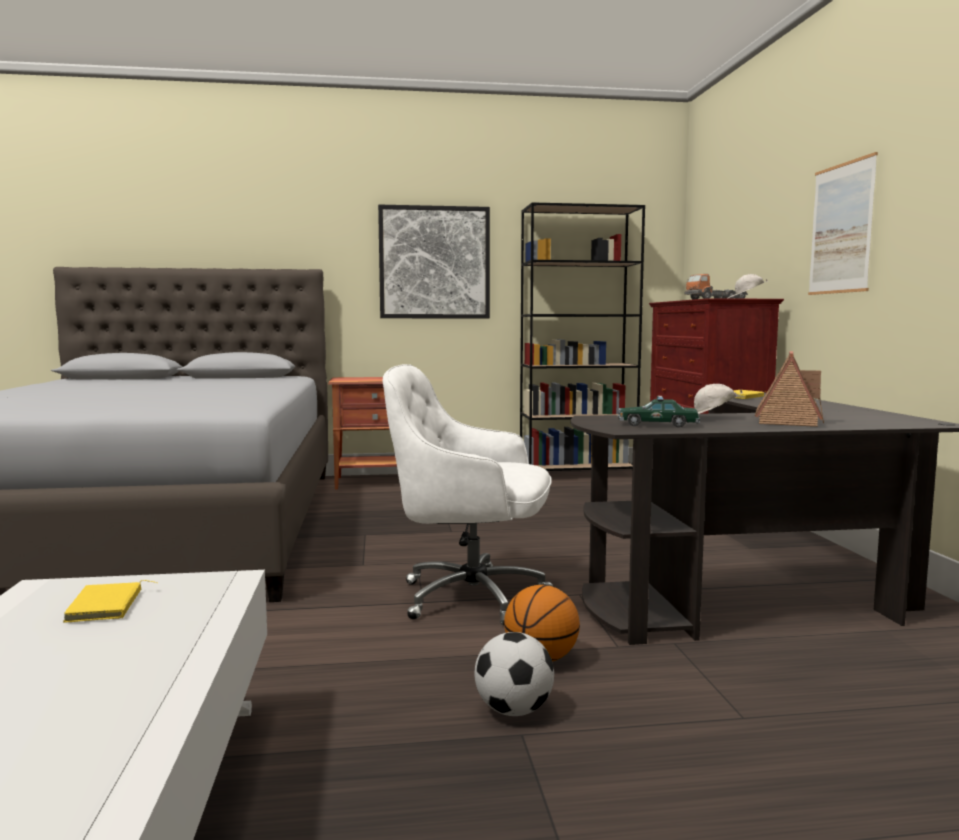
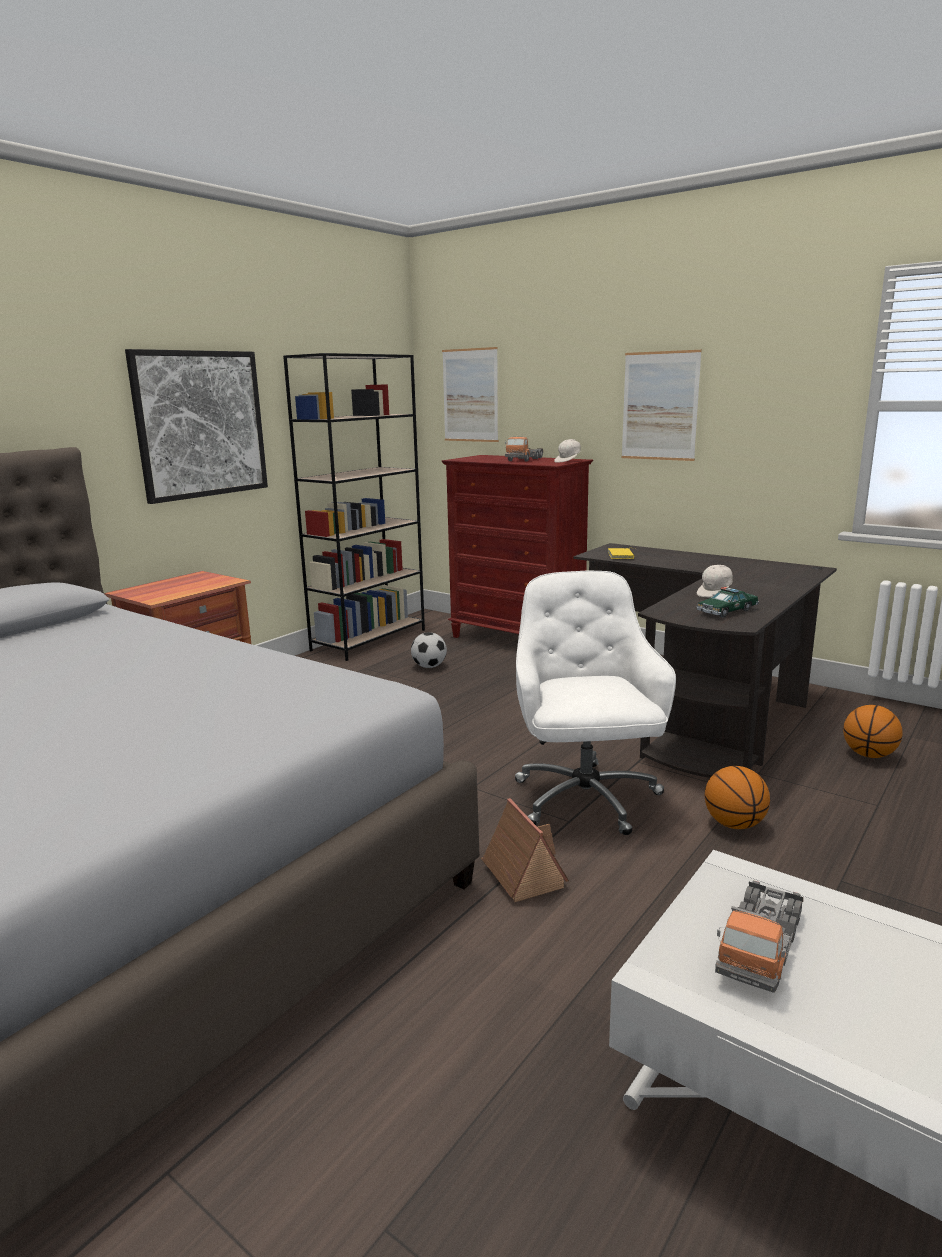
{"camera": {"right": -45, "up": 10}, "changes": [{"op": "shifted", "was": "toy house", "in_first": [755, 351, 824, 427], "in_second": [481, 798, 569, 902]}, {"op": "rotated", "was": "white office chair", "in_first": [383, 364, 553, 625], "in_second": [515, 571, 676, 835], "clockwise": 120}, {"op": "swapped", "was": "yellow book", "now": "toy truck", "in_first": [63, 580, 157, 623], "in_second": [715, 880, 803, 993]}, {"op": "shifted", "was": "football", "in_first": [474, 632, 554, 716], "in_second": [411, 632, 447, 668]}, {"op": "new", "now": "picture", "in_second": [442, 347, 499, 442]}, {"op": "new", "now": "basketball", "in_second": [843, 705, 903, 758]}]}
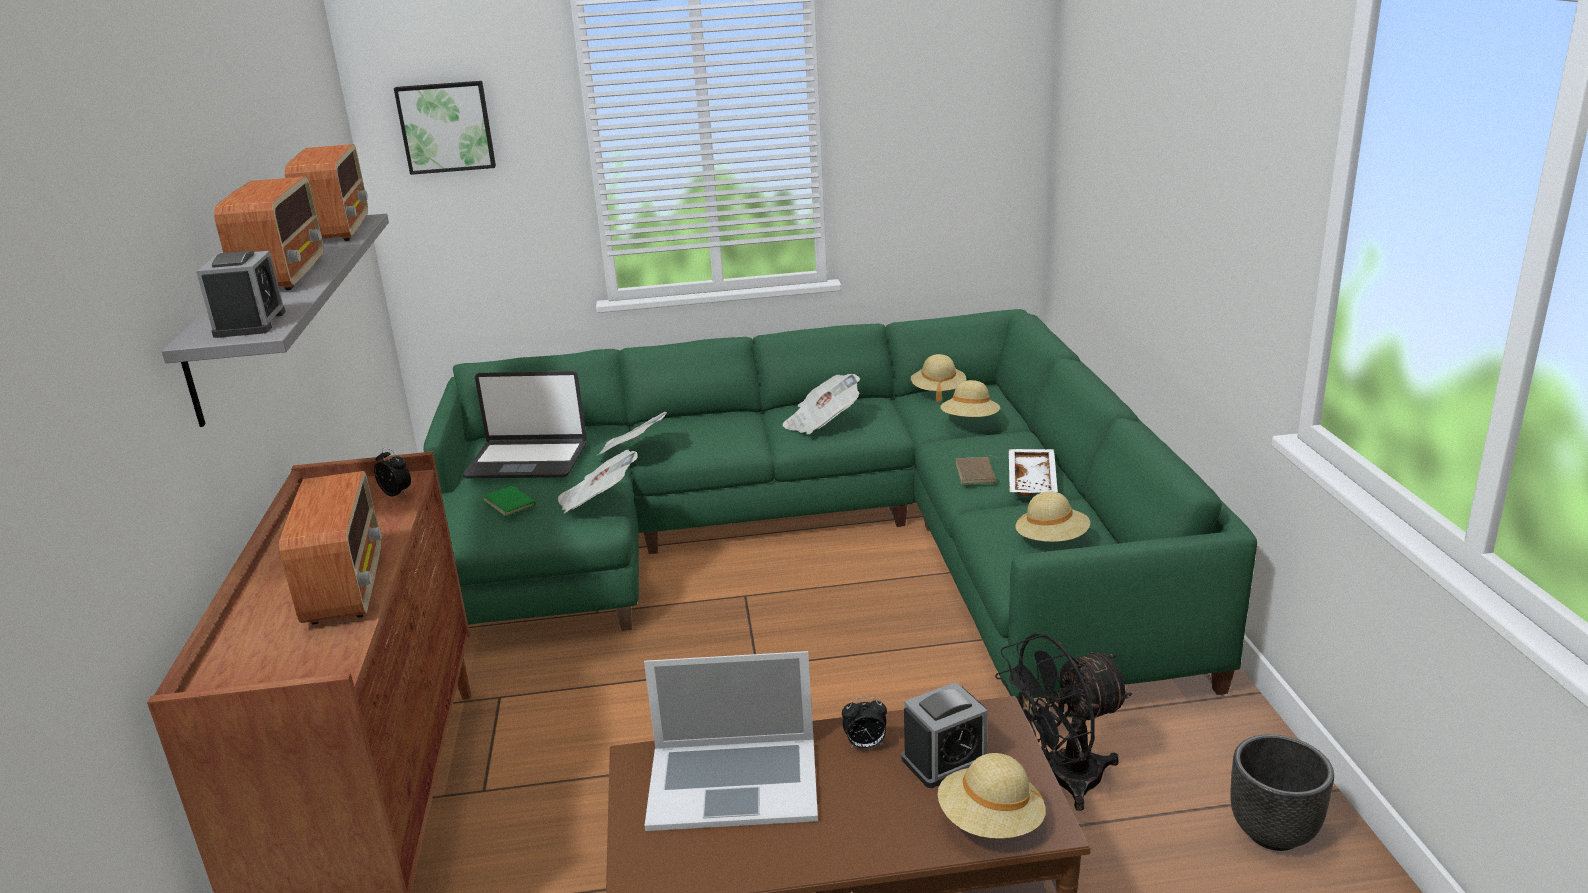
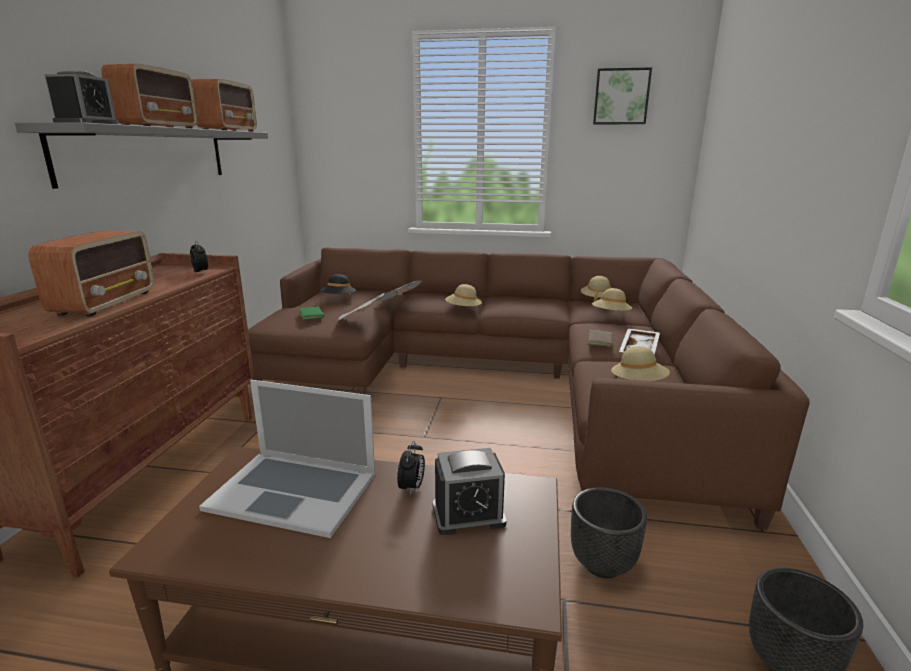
{"camera": {"right": 15, "up": -5}, "changes": [{"op": "shifted", "was": "picture", "in_first": [394, 81, 496, 175], "in_second": [593, 67, 652, 124]}, {"op": "repainted", "was": "green sofa", "now": "brown sofa", "in_first": [423, 309, 1257, 700], "in_second": [248, 247, 810, 530]}, {"op": "swapped", "was": "laptop", "now": "black hat", "in_first": [463, 371, 587, 478], "in_second": [320, 274, 356, 295]}, {"op": "gone", "was": "newspaper", "in_first": [783, 374, 860, 434]}, {"op": "swapped", "was": "black fan", "now": "black planter", "in_first": [995, 633, 1132, 811], "in_second": [571, 487, 647, 578]}, {"op": "rotated", "was": "alarm clock", "in_first": [842, 697, 887, 749], "in_second": [397, 441, 425, 495], "clockwise": -90}, {"op": "shifted", "was": "beige hat", "in_first": [938, 753, 1046, 839], "in_second": [445, 284, 482, 306]}]}
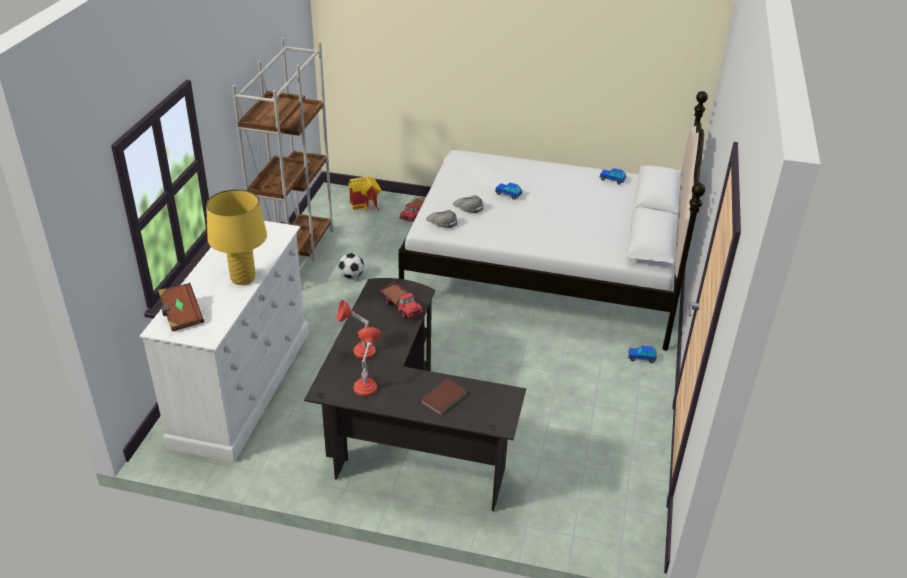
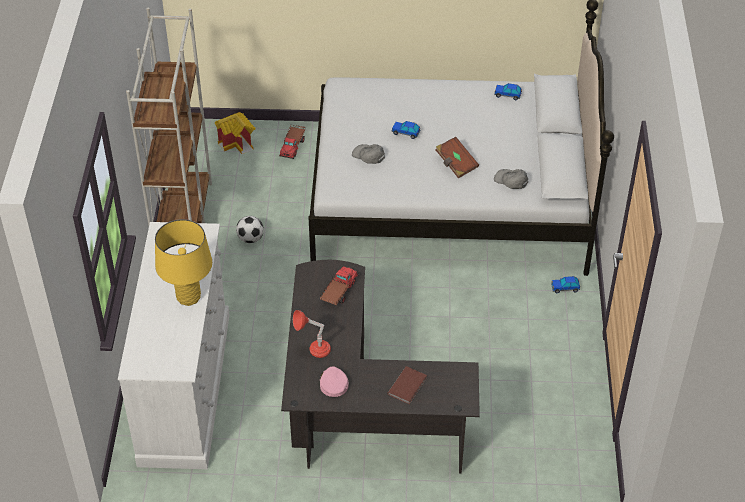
{"camera": {"right": -10, "up": 10}, "changes": [{"op": "shifted", "was": "grey cap", "in_first": [426, 210, 457, 228], "in_second": [494, 169, 528, 189]}, {"op": "rotated", "was": "toy truck", "in_first": [380, 281, 424, 319], "in_second": [320, 266, 359, 305], "clockwise": -105}, {"op": "shifted", "was": "brown book", "in_first": [158, 283, 204, 331], "in_second": [435, 137, 479, 178]}, {"op": "swapped", "was": "red table lamp", "now": "pink cap", "in_first": [354, 327, 381, 397], "in_second": [320, 366, 349, 397]}]}
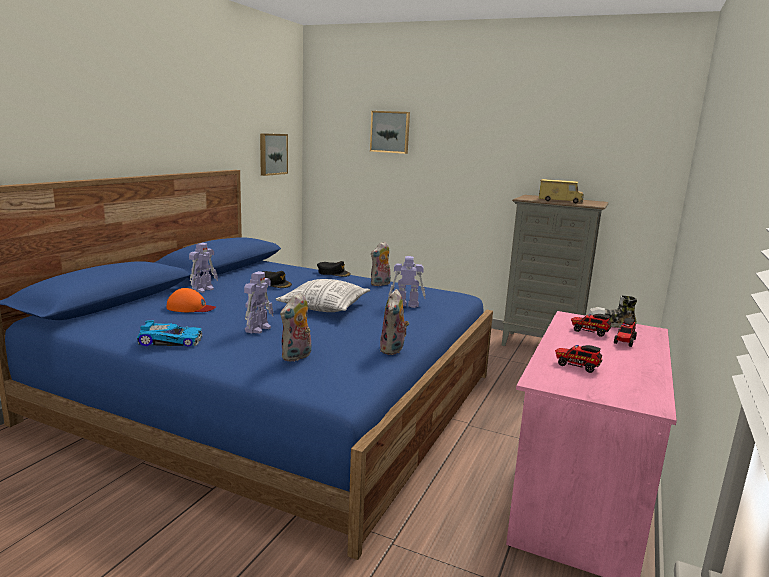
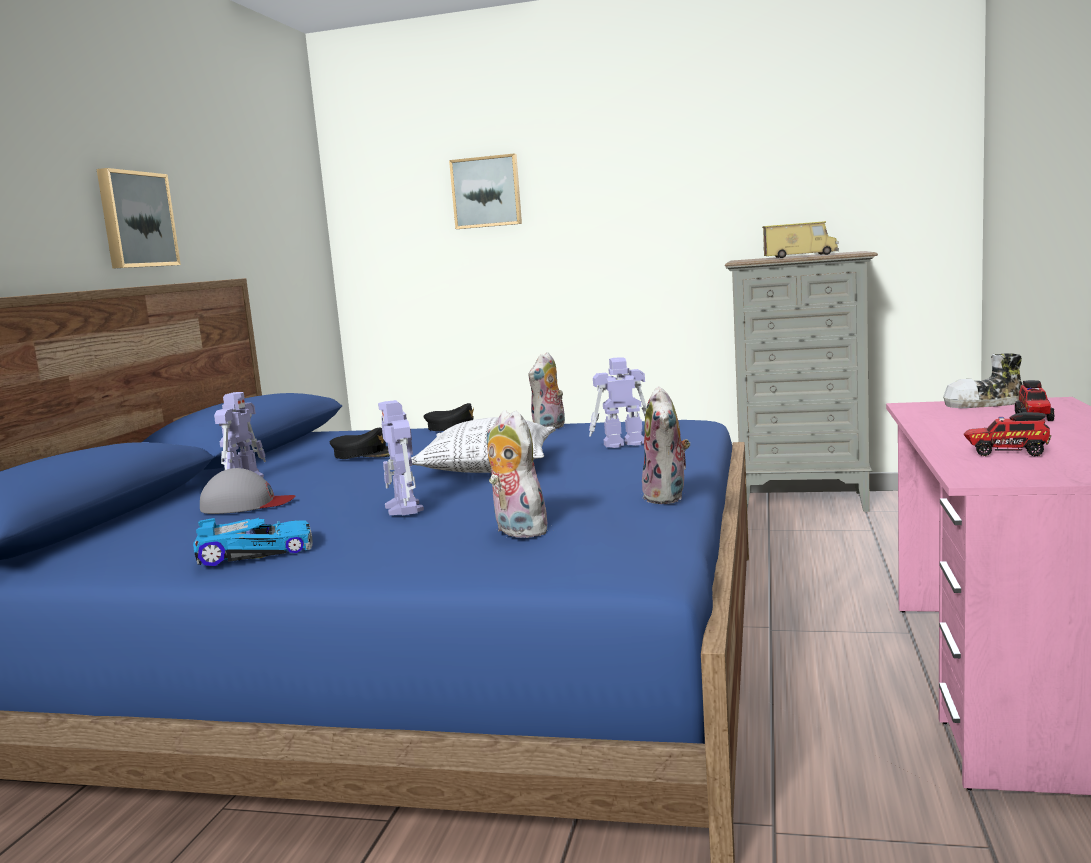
{"camera": {"right": -10, "up": -5}, "changes": [{"op": "shifted", "was": "picture", "in_first": [260, 133, 288, 176], "in_second": [97, 168, 181, 269]}, {"op": "rotated", "was": "toy robot", "in_first": [244, 271, 274, 333], "in_second": [378, 400, 424, 515], "clockwise": 150}, {"op": "repainted", "was": "orange cap", "now": "grey cap", "in_first": [167, 288, 216, 312], "in_second": [200, 468, 295, 514]}, {"op": "rotated", "was": "plush toy", "in_first": [280, 292, 311, 362], "in_second": [487, 410, 548, 538], "clockwise": 120}, {"op": "gone", "was": "toy truck", "in_first": [571, 314, 611, 337]}]}
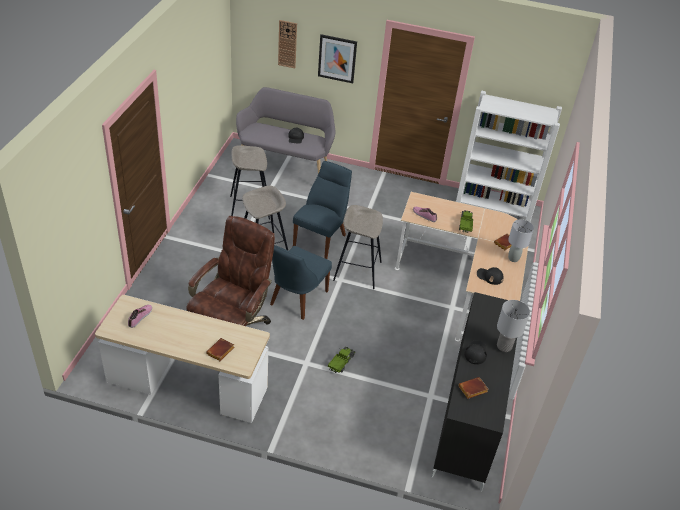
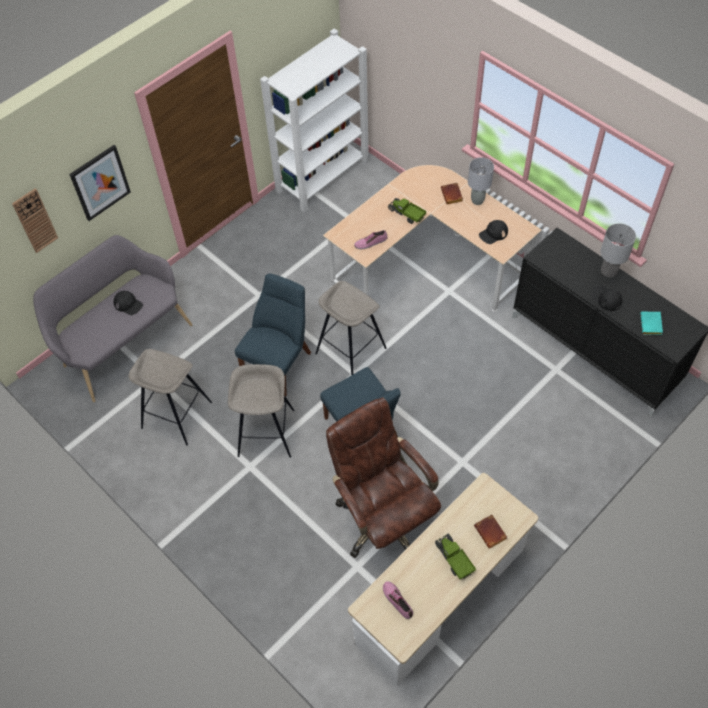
{"camera": {"right": -55, "up": 15}, "changes": [{"op": "rotated", "was": "blue chair", "in_first": [293, 161, 352, 259], "in_second": [235, 273, 311, 397], "clockwise": 60}, {"op": "shifted", "was": "toy truck", "in_first": [328, 347, 355, 373], "in_second": [435, 534, 476, 580]}, {"op": "repainted", "was": "brown book", "now": "turquoise book", "in_first": [458, 377, 489, 399], "in_second": [640, 312, 663, 335]}]}
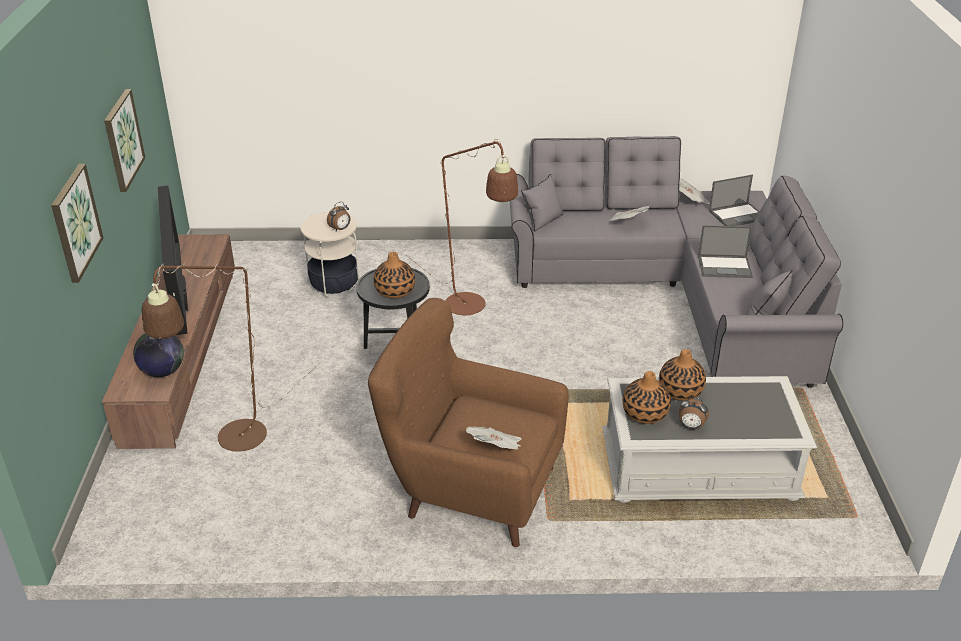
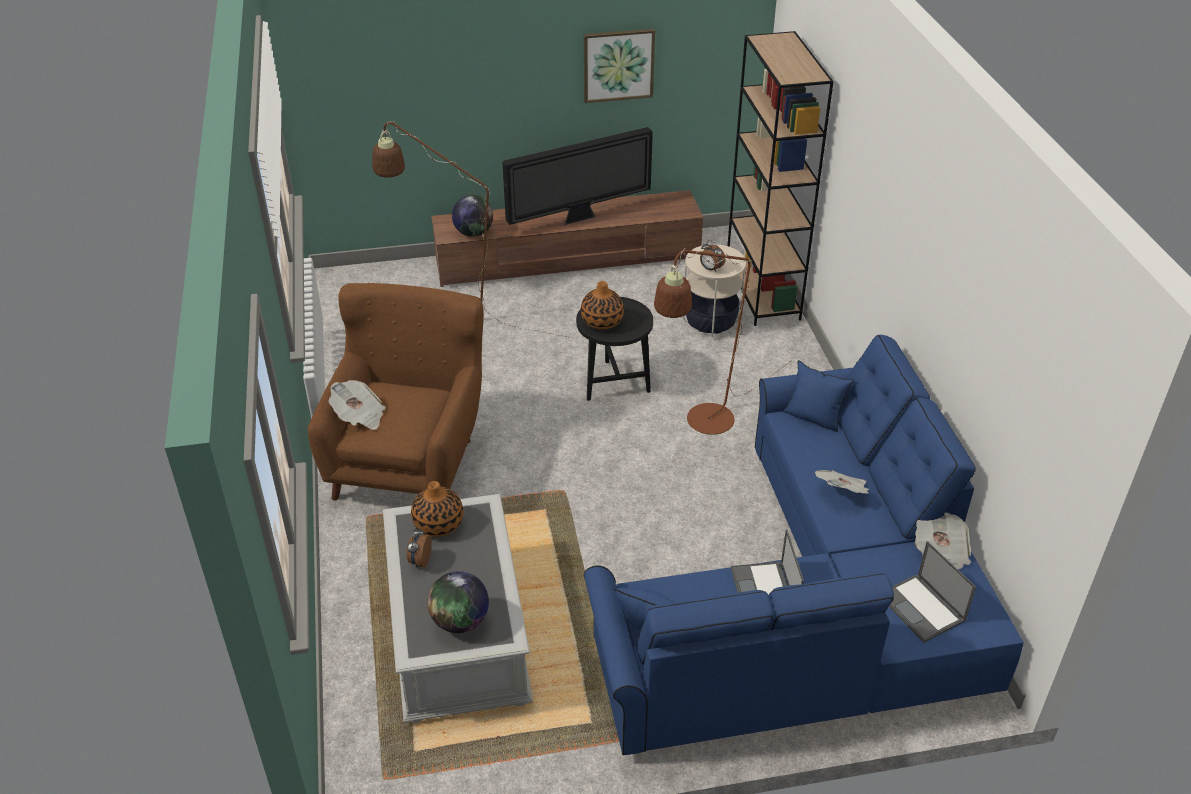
{"camera": {"right": 80, "up": 5}, "changes": [{"op": "repainted", "was": "grey sofa", "now": "blue sofa", "in_first": [510, 136, 843, 388], "in_second": [584, 335, 1024, 755]}, {"op": "gone", "was": "picture", "in_first": [51, 164, 103, 283]}, {"op": "gone", "was": "vase", "in_first": [659, 349, 706, 401]}, {"op": "new", "now": "beige bookcase", "in_second": [727, 31, 834, 326]}, {"op": "new", "now": "globe", "in_second": [427, 571, 489, 633]}]}
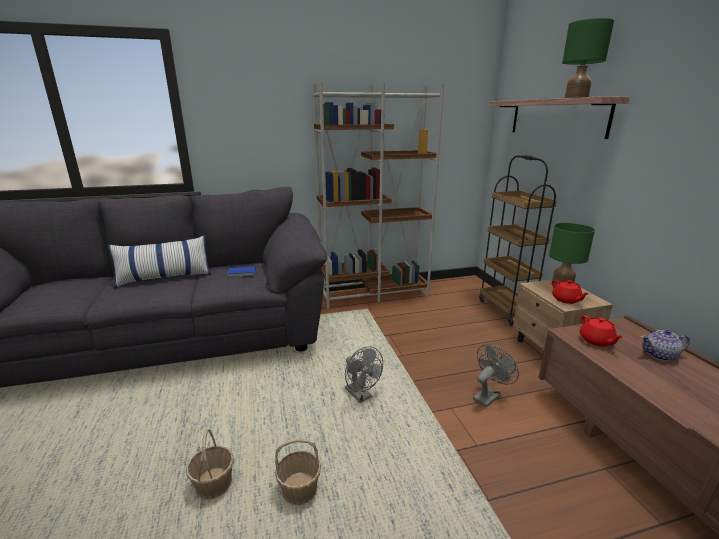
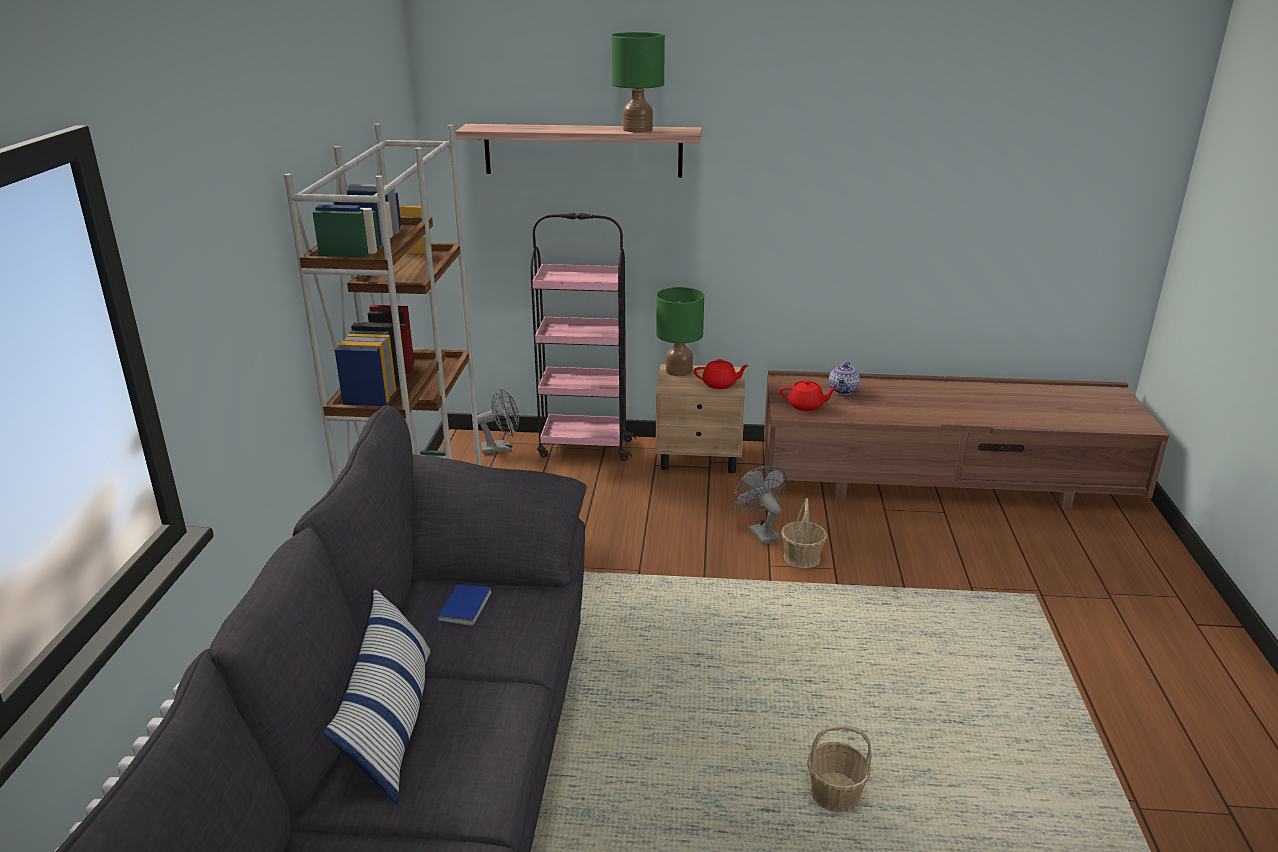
{"camera": {"right": -70, "up": 5}, "changes": [{"op": "repainted", "was": "brown cart", "now": "pink cart", "in_first": [479, 155, 557, 326], "in_second": [531, 213, 636, 461]}, {"op": "shifted", "was": "grey fan", "in_first": [345, 347, 383, 403], "in_second": [477, 388, 519, 454]}, {"op": "shifted", "was": "basket", "in_first": [275, 439, 321, 505], "in_second": [781, 498, 827, 568]}]}
